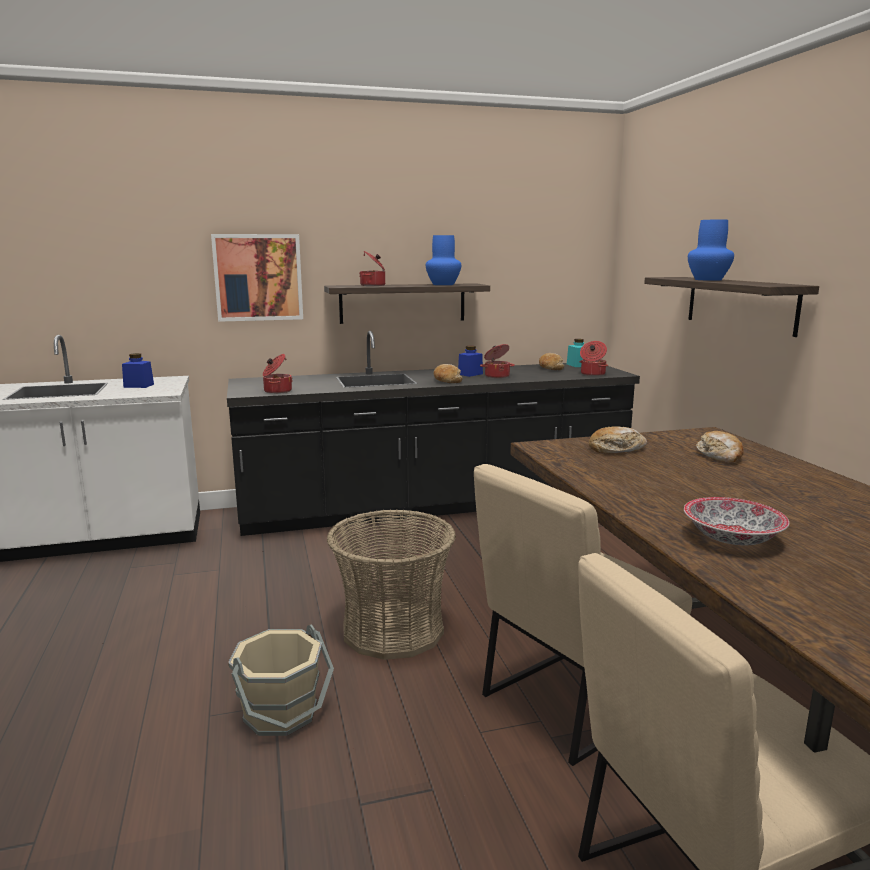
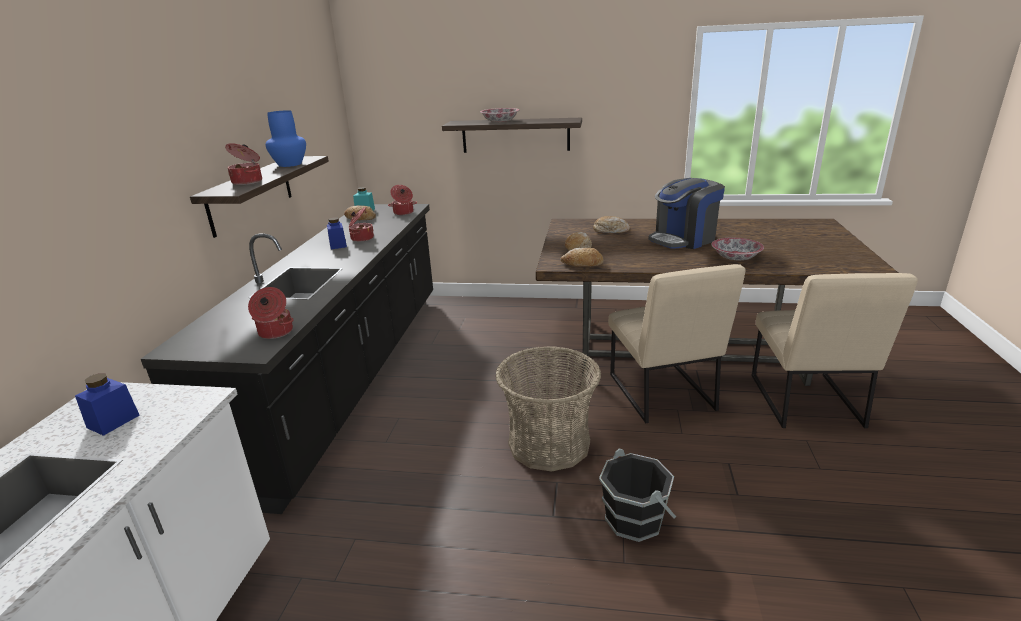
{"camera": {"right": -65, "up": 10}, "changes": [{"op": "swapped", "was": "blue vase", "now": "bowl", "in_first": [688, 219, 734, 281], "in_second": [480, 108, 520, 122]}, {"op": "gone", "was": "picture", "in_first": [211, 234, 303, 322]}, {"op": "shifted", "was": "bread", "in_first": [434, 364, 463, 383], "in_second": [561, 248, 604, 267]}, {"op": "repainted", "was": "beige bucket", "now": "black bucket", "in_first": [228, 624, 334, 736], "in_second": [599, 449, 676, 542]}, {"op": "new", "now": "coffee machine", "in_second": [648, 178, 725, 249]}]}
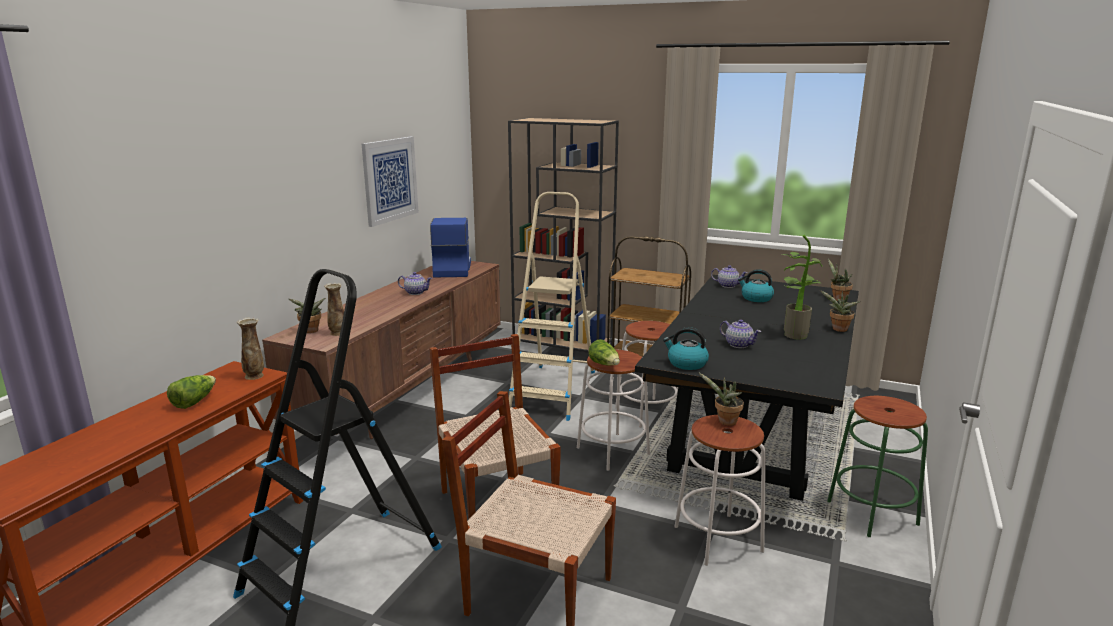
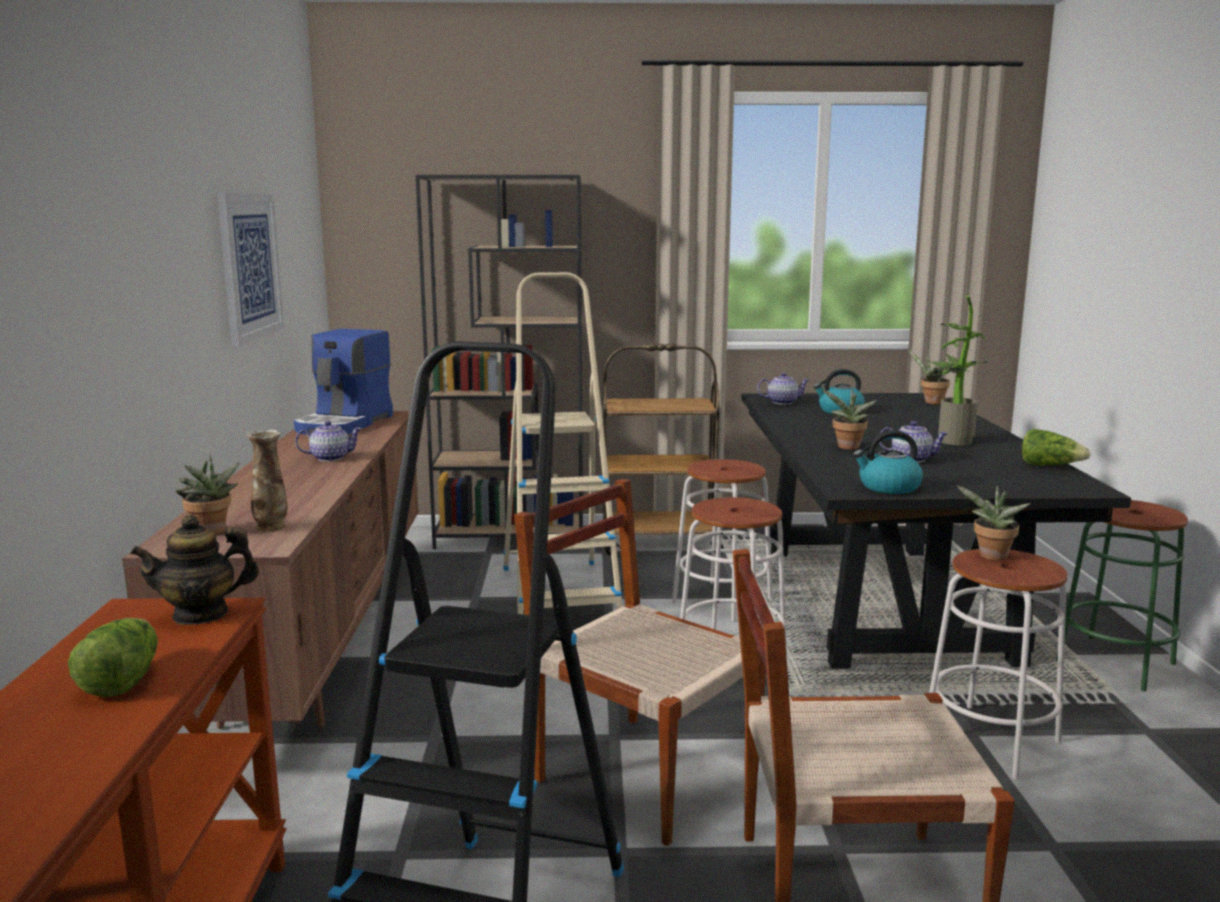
{"camera": {"right": -25, "up": -5}, "changes": [{"op": "rotated", "was": "coffee machine", "in_first": [430, 218, 471, 277], "in_second": [294, 329, 393, 435], "clockwise": -135}, {"op": "shifted", "was": "potted plant", "in_first": [820, 290, 860, 332], "in_second": [823, 388, 878, 450]}, {"op": "swapped", "was": "vase", "now": "teapot", "in_first": [237, 317, 264, 380], "in_second": [130, 514, 259, 625]}, {"op": "shifted", "was": "lettuce", "in_first": [589, 339, 620, 365], "in_second": [1022, 429, 1091, 466]}]}
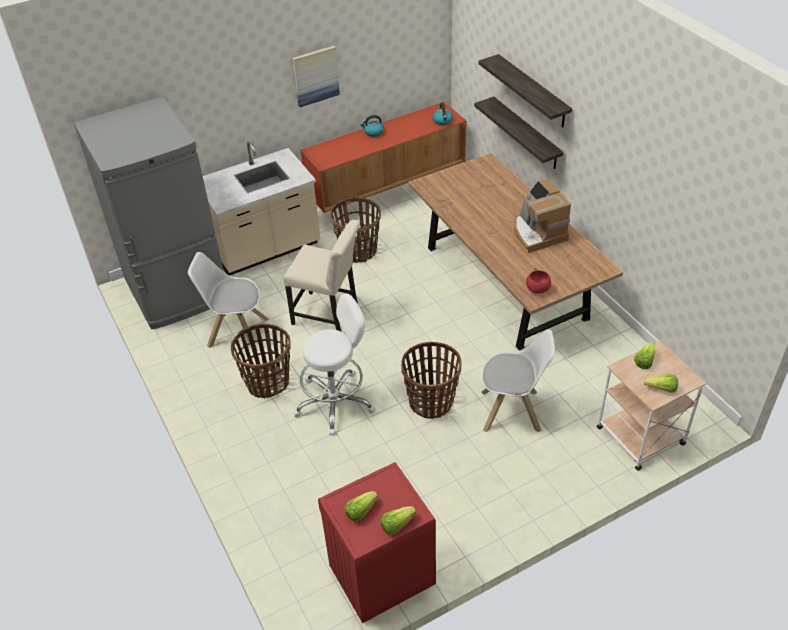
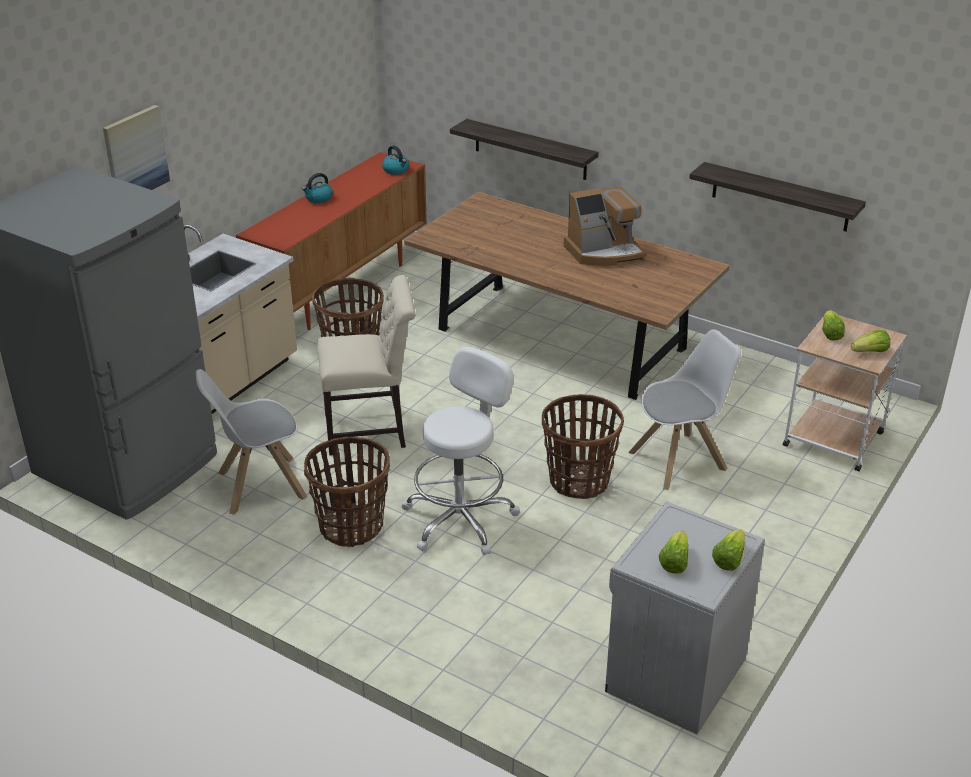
{"camera": {"right": -30, "up": -10}, "changes": [{"op": "shifted", "was": "picture", "in_first": [293, 46, 340, 107], "in_second": [103, 105, 170, 190]}, {"op": "shifted", "was": "shelf", "in_first": [478, 54, 572, 127], "in_second": [689, 162, 866, 231]}, {"op": "rotated", "was": "coffee machine", "in_first": [514, 179, 571, 253], "in_second": [564, 186, 647, 266], "clockwise": -60}, {"op": "gone", "was": "red bowl", "in_first": [526, 270, 551, 294]}, {"op": "repainted", "was": "red washing machine", "now": "white washing machine", "in_first": [318, 462, 436, 623], "in_second": [605, 501, 765, 734]}]}
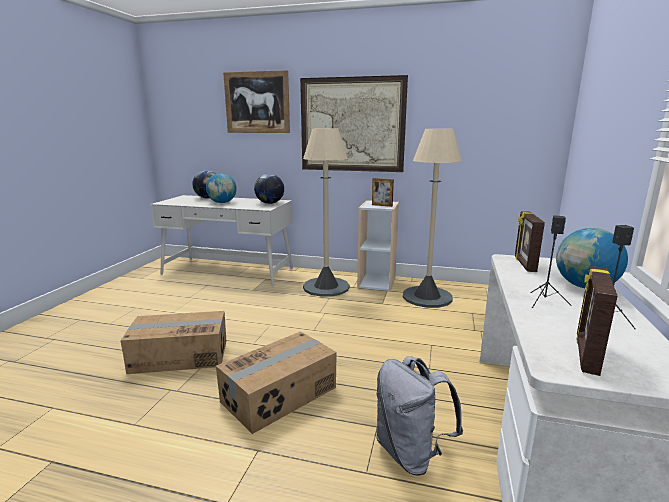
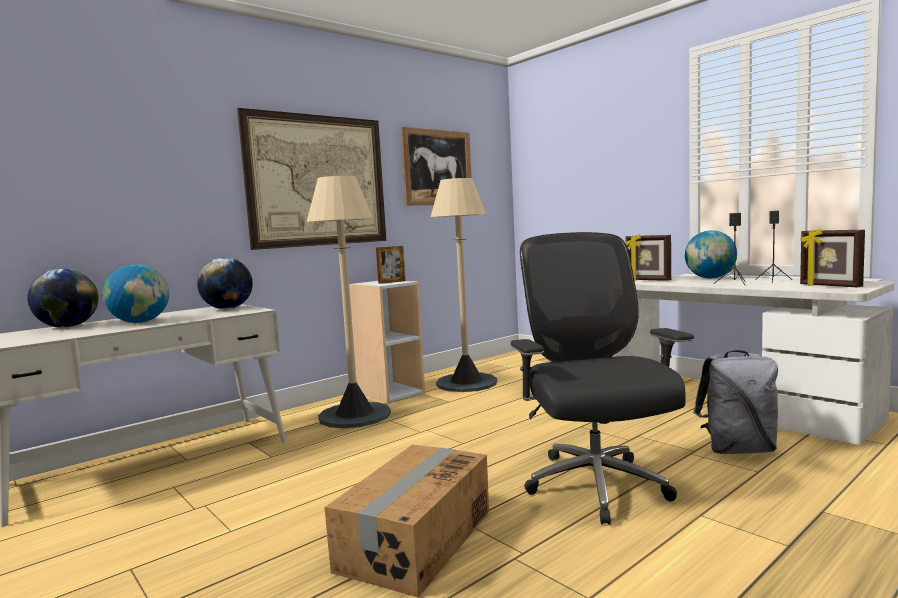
{"camera": {"right": -55, "up": -10}, "changes": [{"op": "shifted", "was": "picture", "in_first": [223, 70, 290, 133], "in_second": [400, 127, 472, 206]}, {"op": "swapped", "was": "cardboard box", "now": "office chair", "in_first": [216, 331, 336, 434], "in_second": [511, 232, 694, 525]}]}
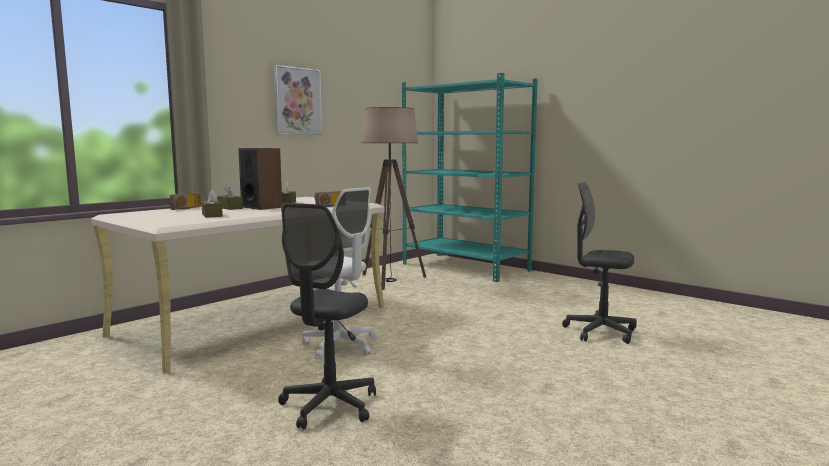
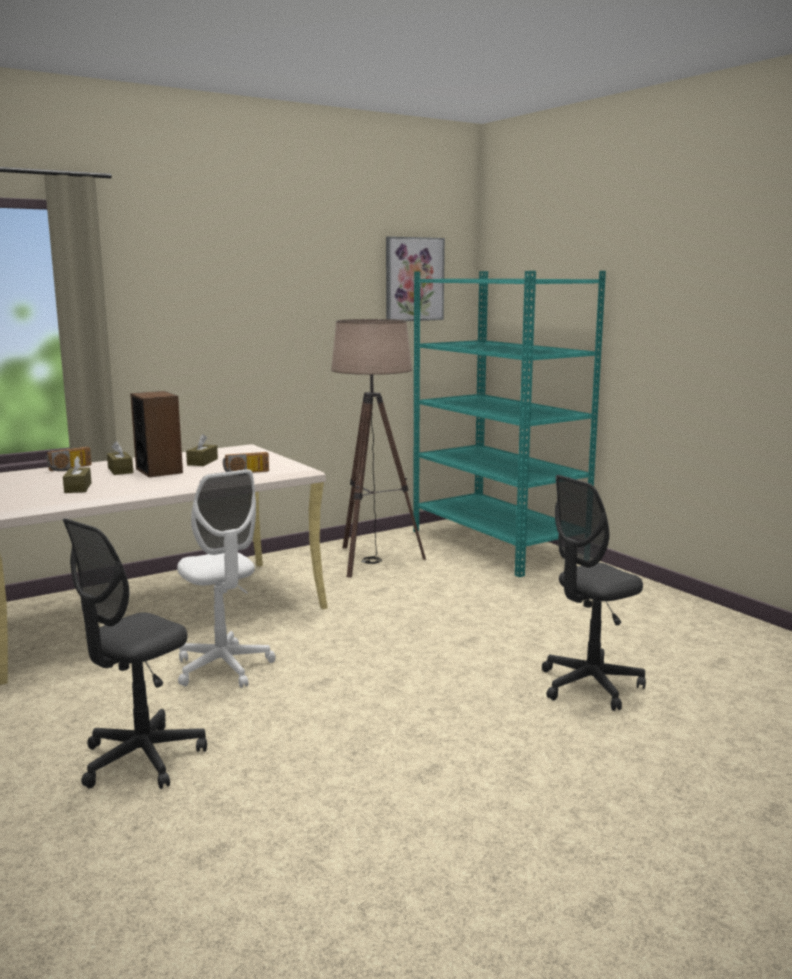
{"camera": {"right": 15, "up": 5}, "changes": [{"op": "shifted", "was": "picture", "in_first": [273, 65, 322, 135], "in_second": [386, 236, 445, 321]}, {"op": "rotated", "was": "grey office chair", "in_first": [562, 182, 637, 344], "in_second": [542, 475, 646, 711], "clockwise": -75}]}
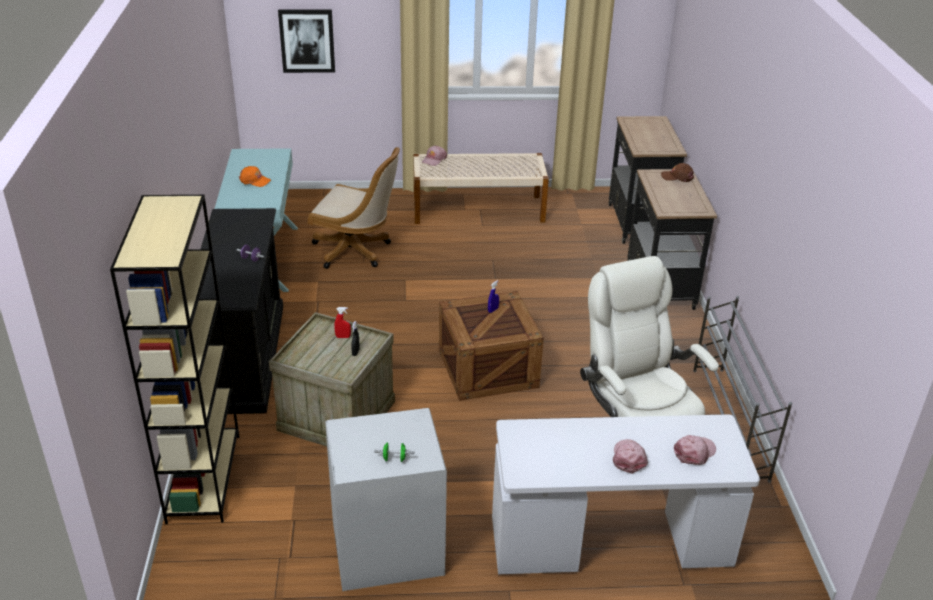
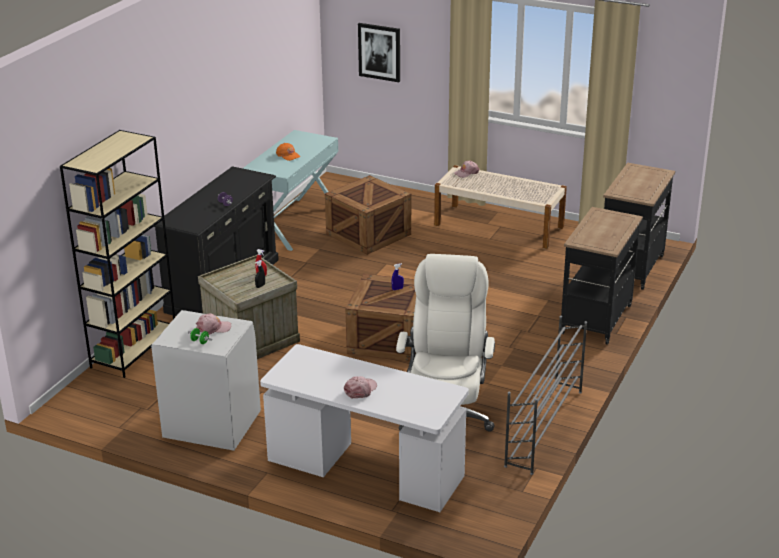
{"camera": {"right": 30, "up": -5}, "changes": [{"op": "swapped", "was": "office chair", "now": "crate", "in_first": [308, 147, 400, 269], "in_second": [325, 175, 411, 255]}, {"op": "gone", "was": "brown cap", "in_first": [661, 163, 694, 182]}, {"op": "shifted", "was": "pink cap", "in_first": [674, 435, 716, 465], "in_second": [196, 313, 231, 334]}]}
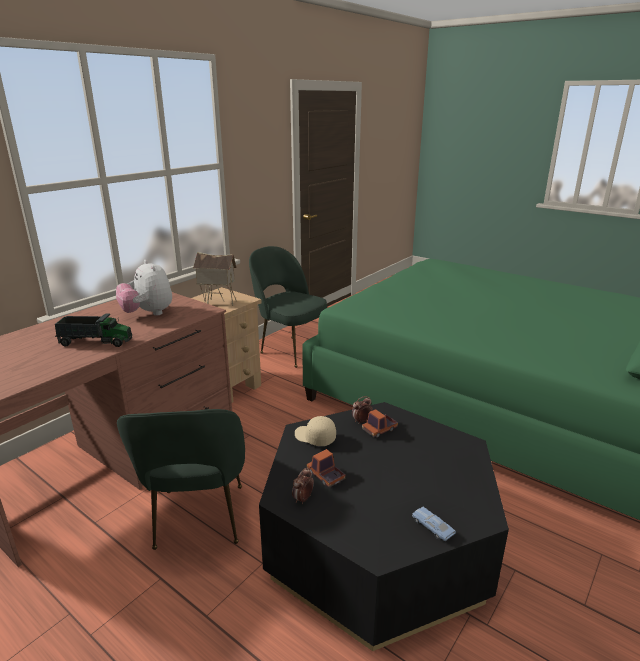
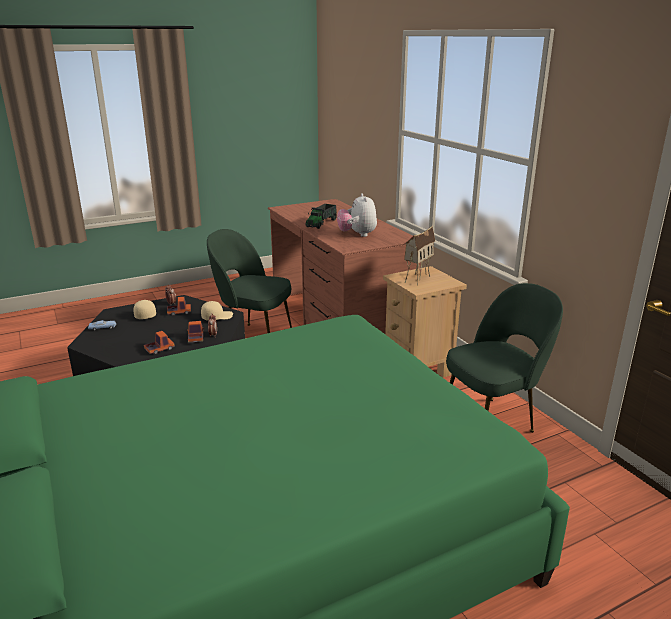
{"camera": {"right": 115, "up": 0}, "changes": [{"op": "rotated", "was": "plush toy", "in_first": [116, 260, 172, 316], "in_second": [337, 193, 377, 237], "clockwise": -90}, {"op": "new", "now": "beige cap", "in_second": [133, 300, 156, 319]}, {"op": "new", "now": "toy truck", "in_second": [144, 331, 175, 354]}]}
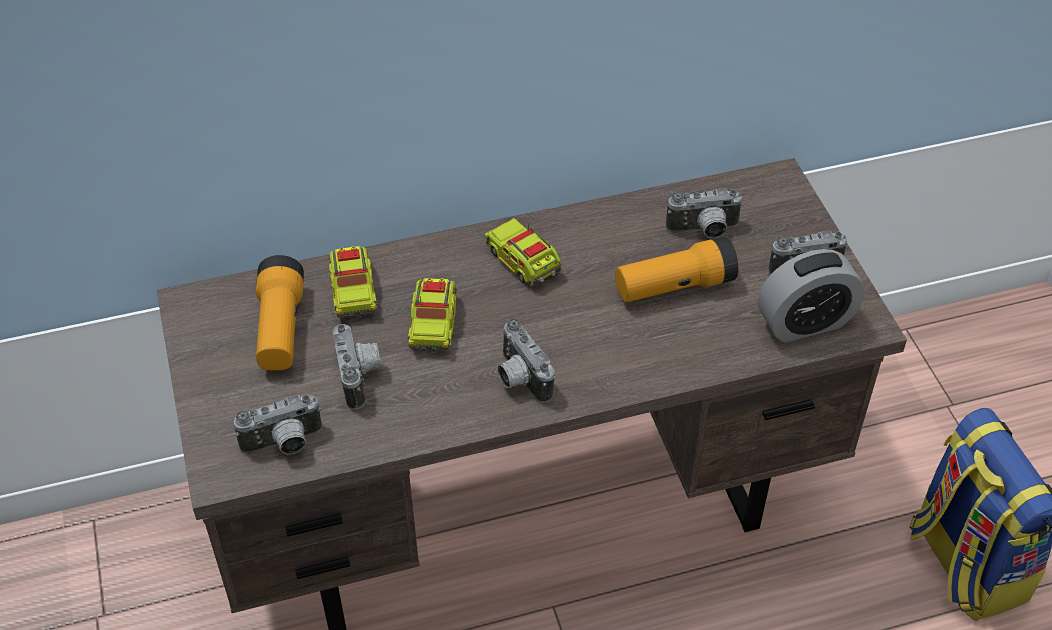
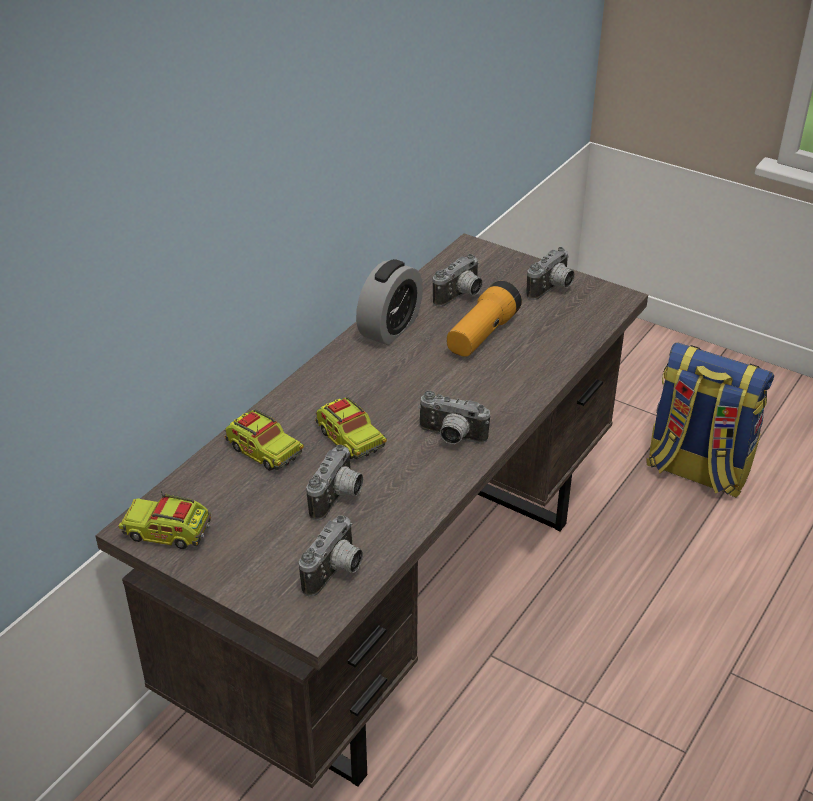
{"camera": {"right": -40, "up": -10}, "changes": [{"op": "shifted", "was": "toy truck", "in_first": [484, 218, 562, 286], "in_second": [118, 491, 211, 549]}, {"op": "shifted", "was": "alarm clock", "in_first": [758, 249, 865, 342], "in_second": [356, 259, 423, 345]}, {"op": "gone", "was": "flashlight", "in_first": [256, 255, 304, 371]}, {"op": "rotated", "was": "photo camera", "in_first": [333, 324, 381, 410], "in_second": [306, 445, 363, 521], "clockwise": 75}]}
